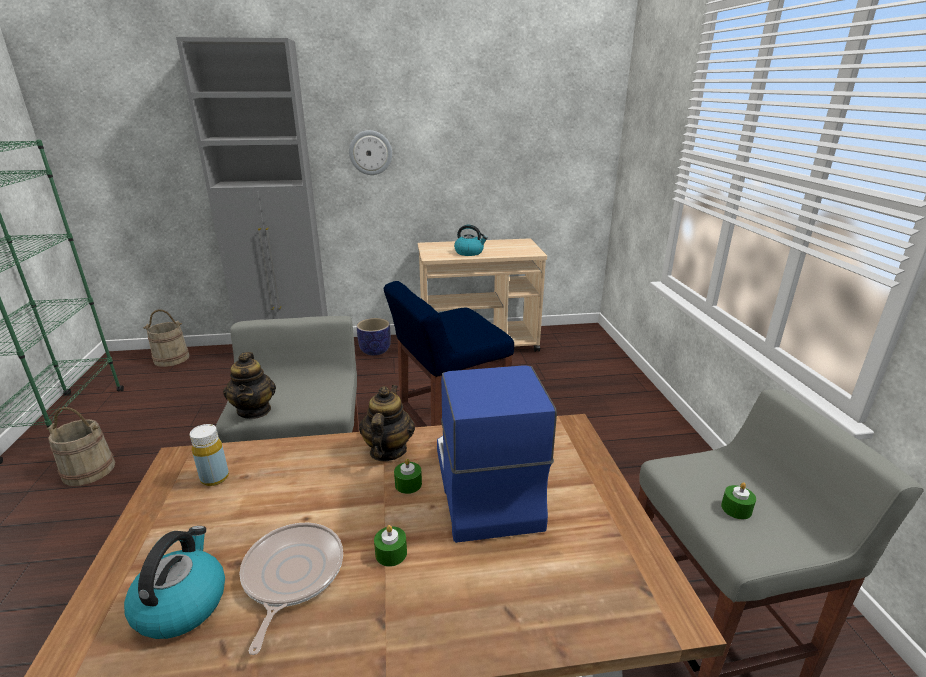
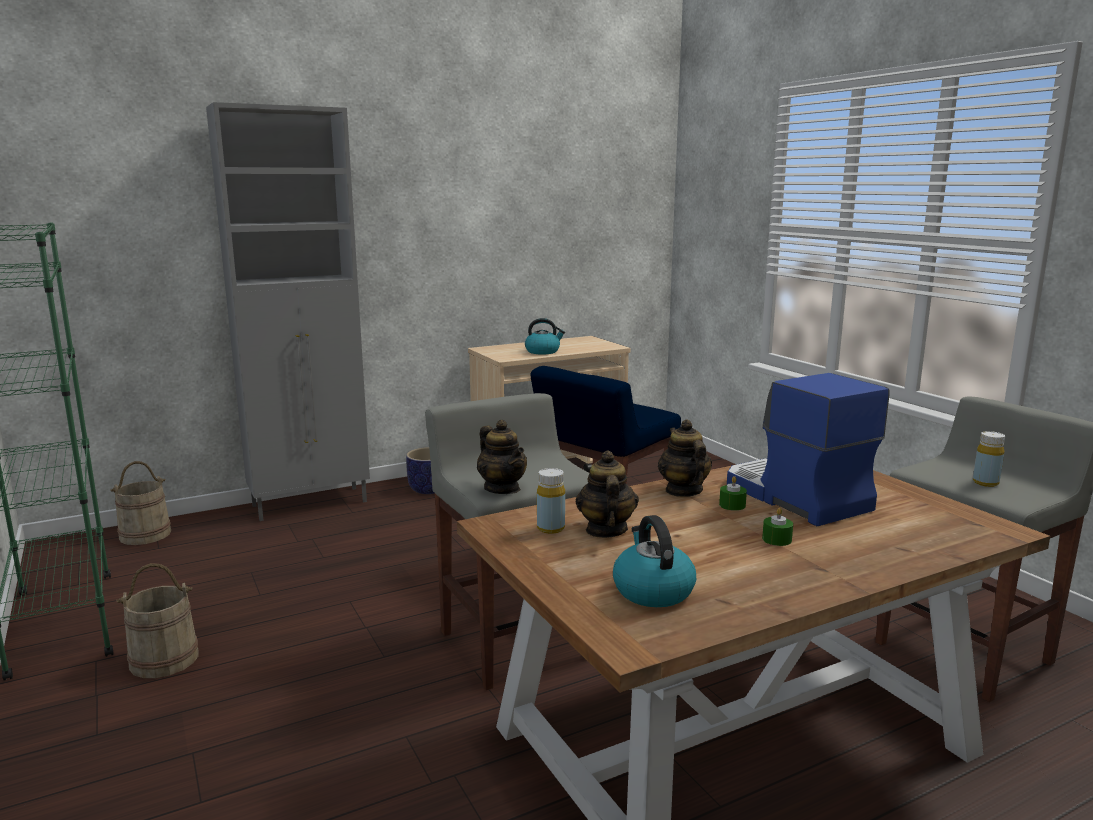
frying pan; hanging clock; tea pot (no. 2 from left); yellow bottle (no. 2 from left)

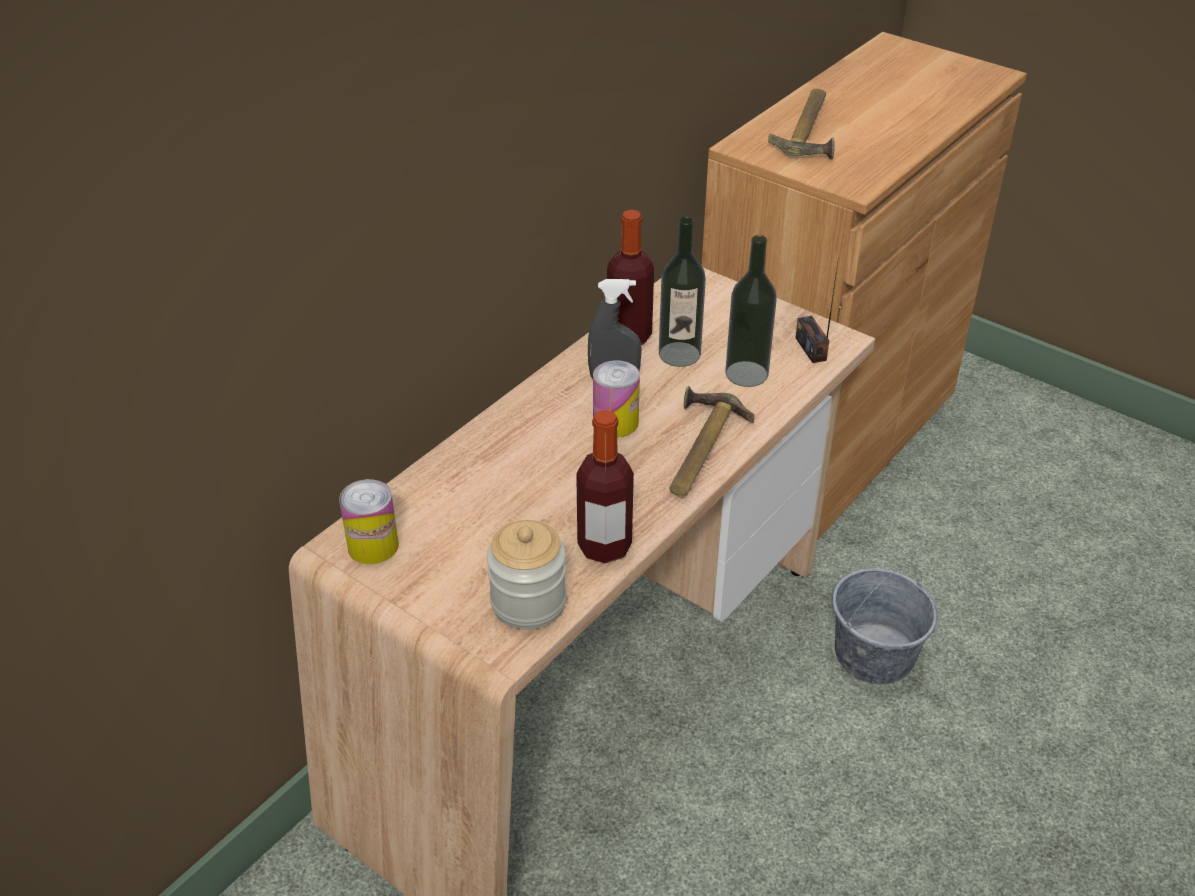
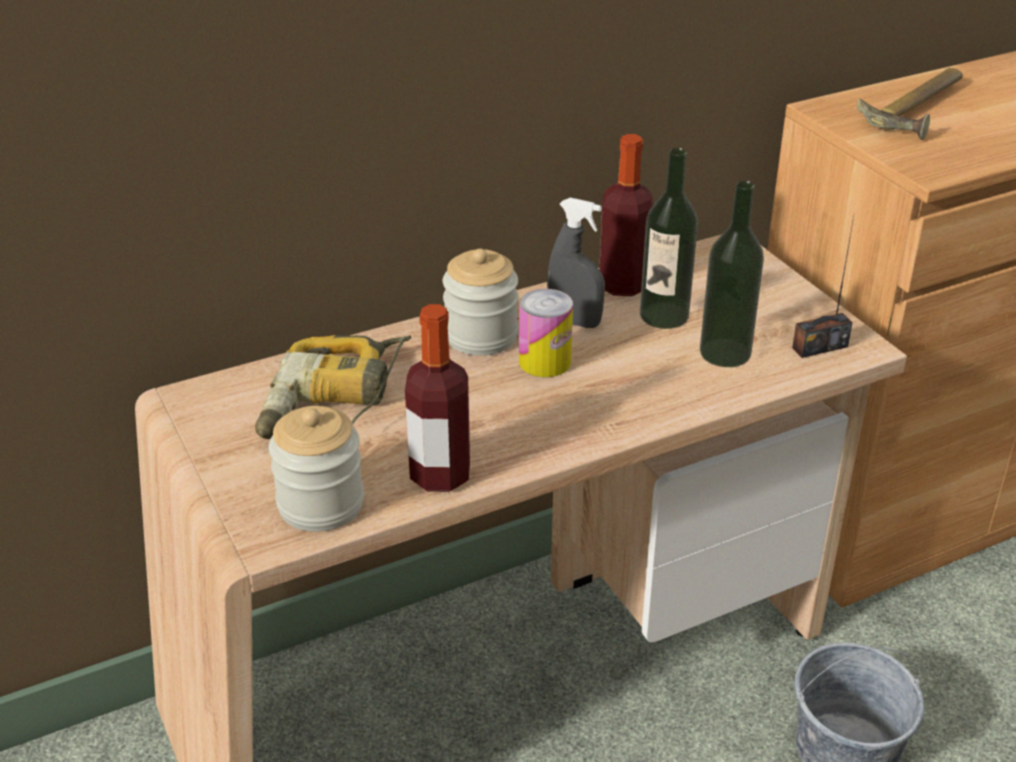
metal can (no. 1 from left in the first image); tool hammer (no. 1 from left in the first image); drill; preserve jar (no. 2 from left); radio receiver

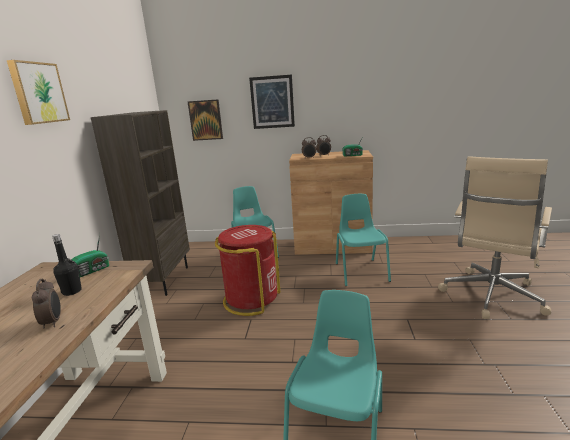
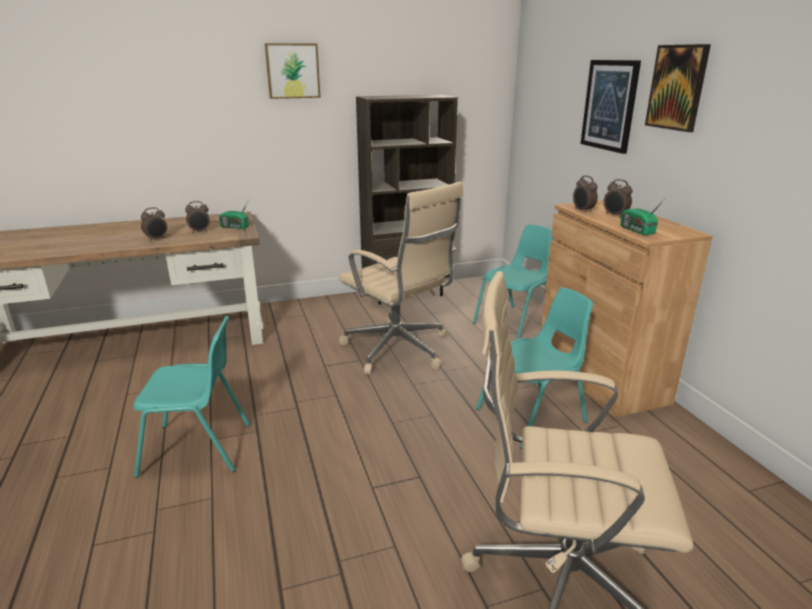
wall picture (no. 3 from left); bedside clock (no. 2 from left); beige-coloured computer chair (no. 1 from left)

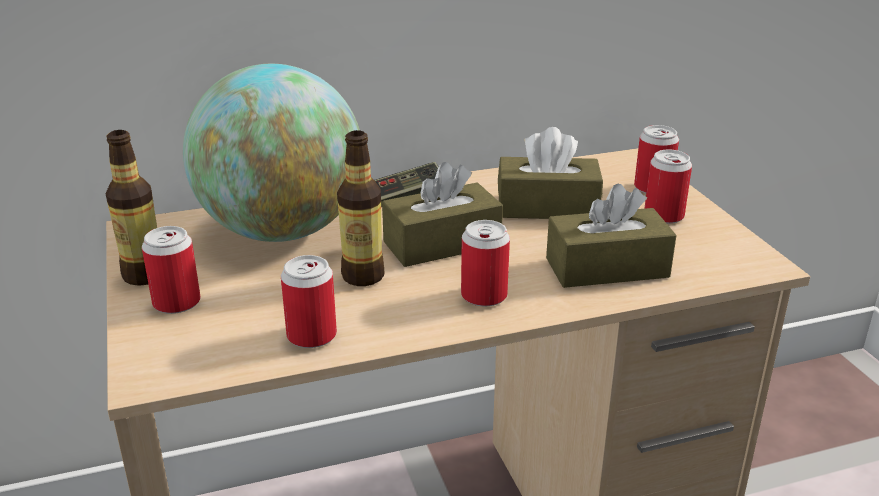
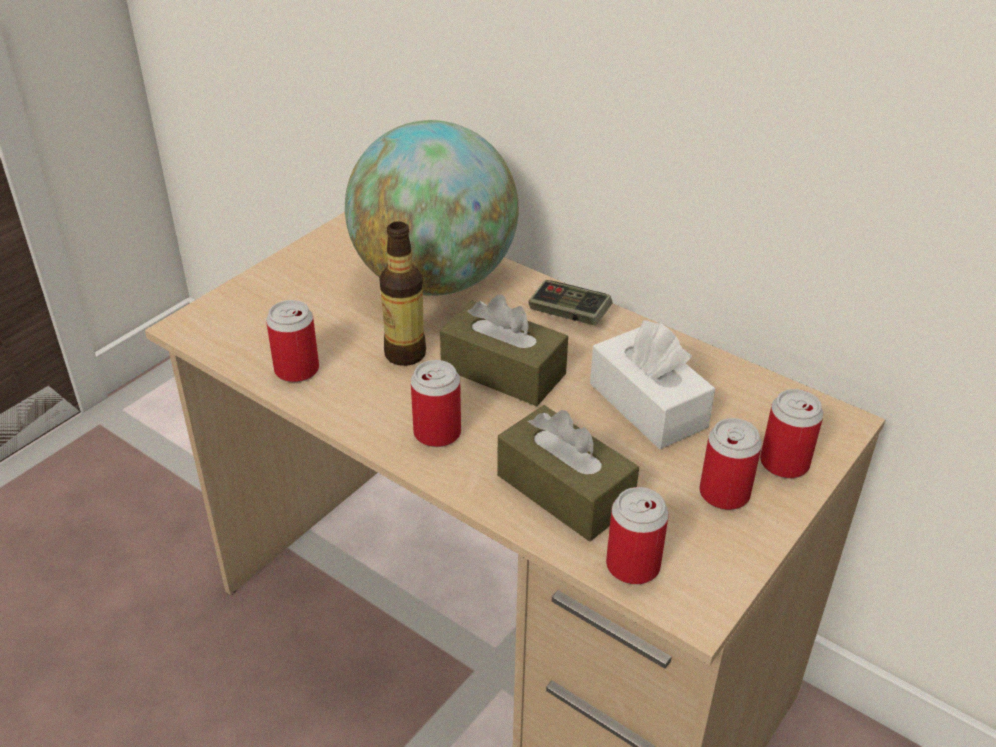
bottle (no. 1 from left in the first image); metal can (no. 3 from left); whitish tissue box

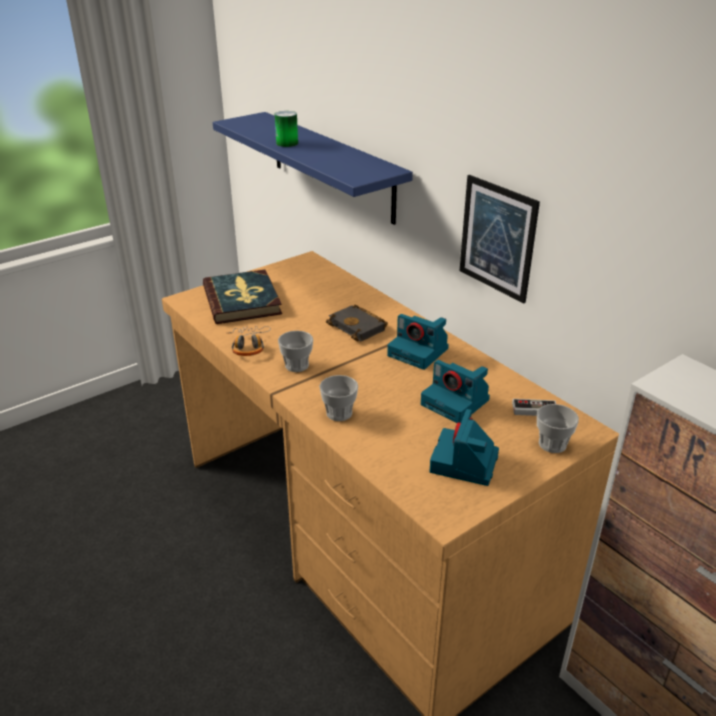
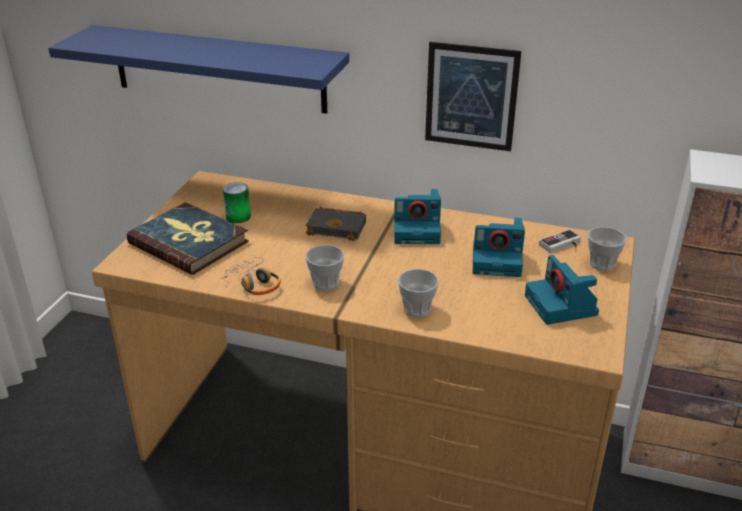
metal can

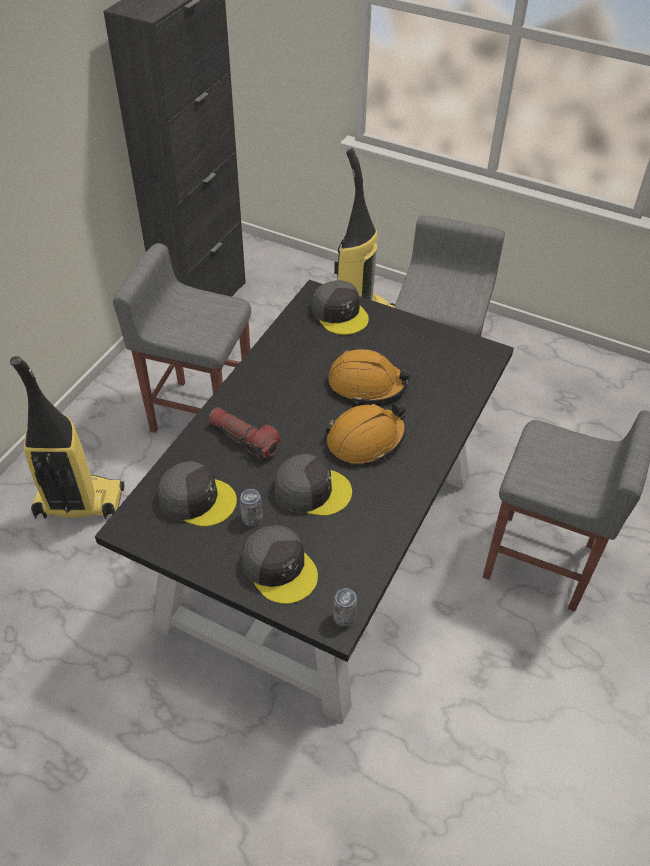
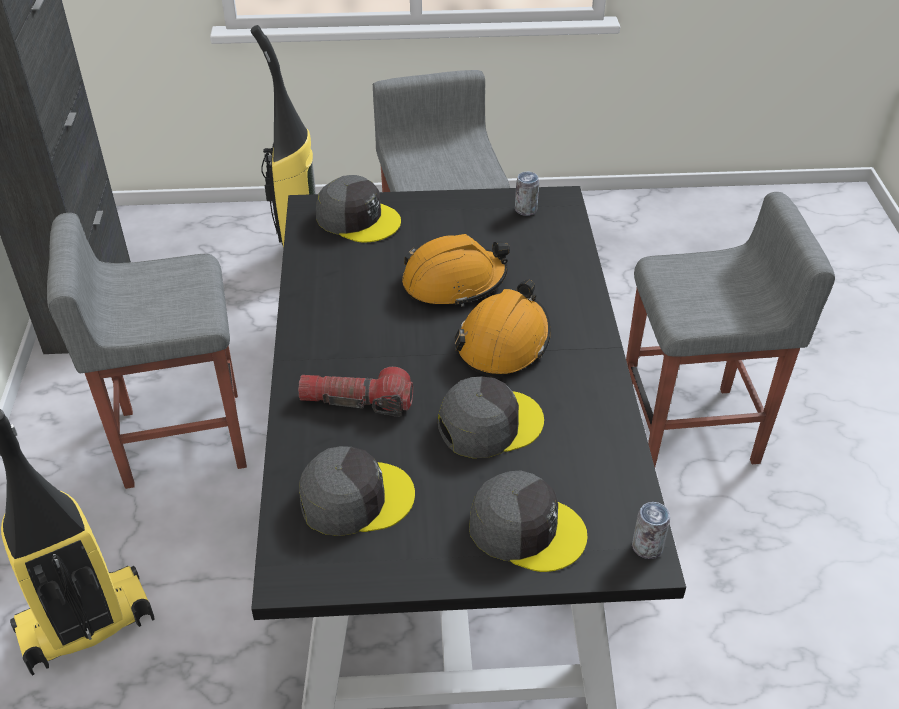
metal can (no. 1 from left)

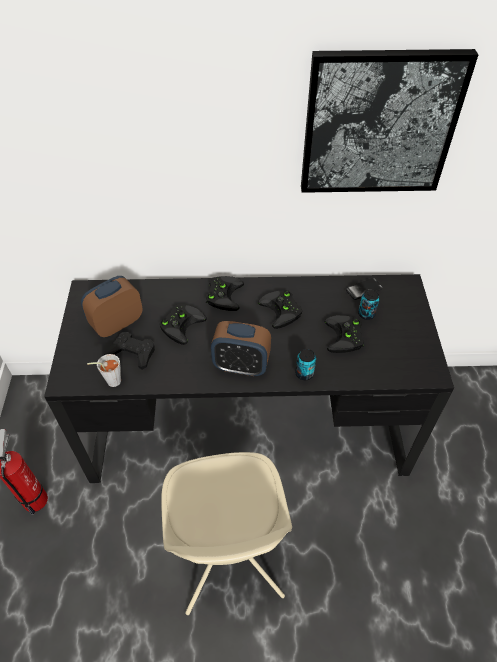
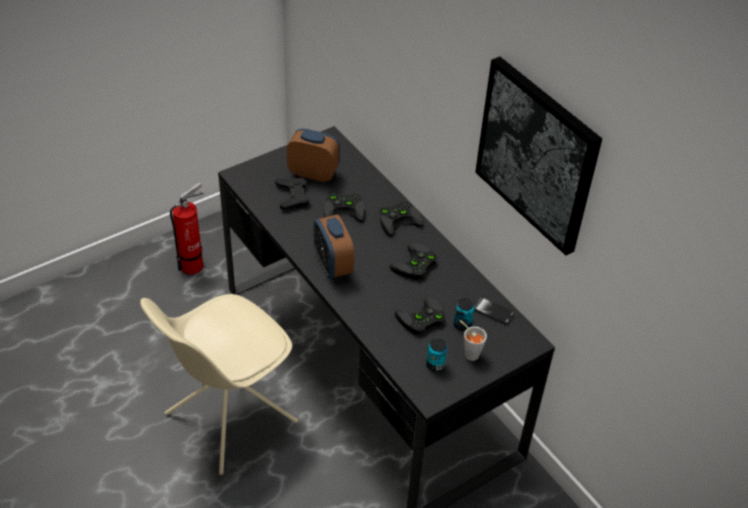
greyish cup; metal can (no. 1 from left)

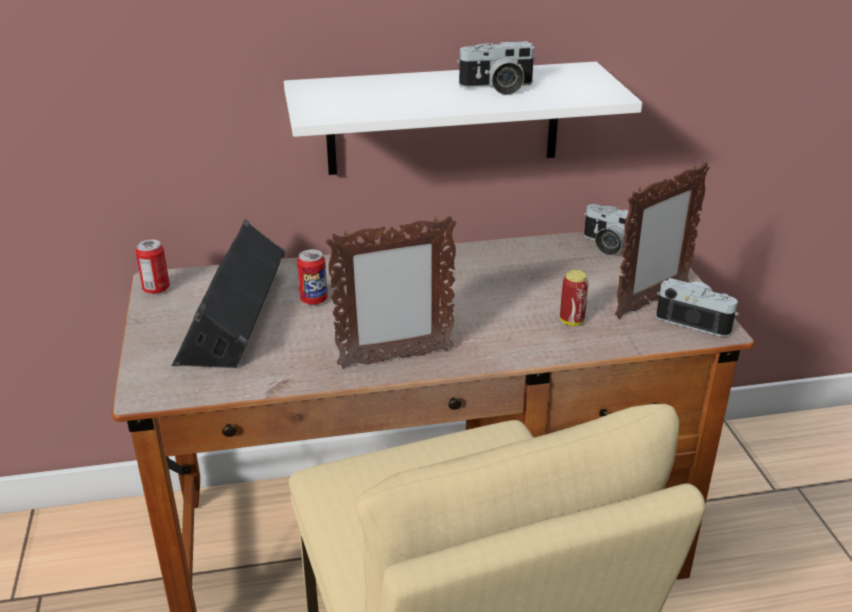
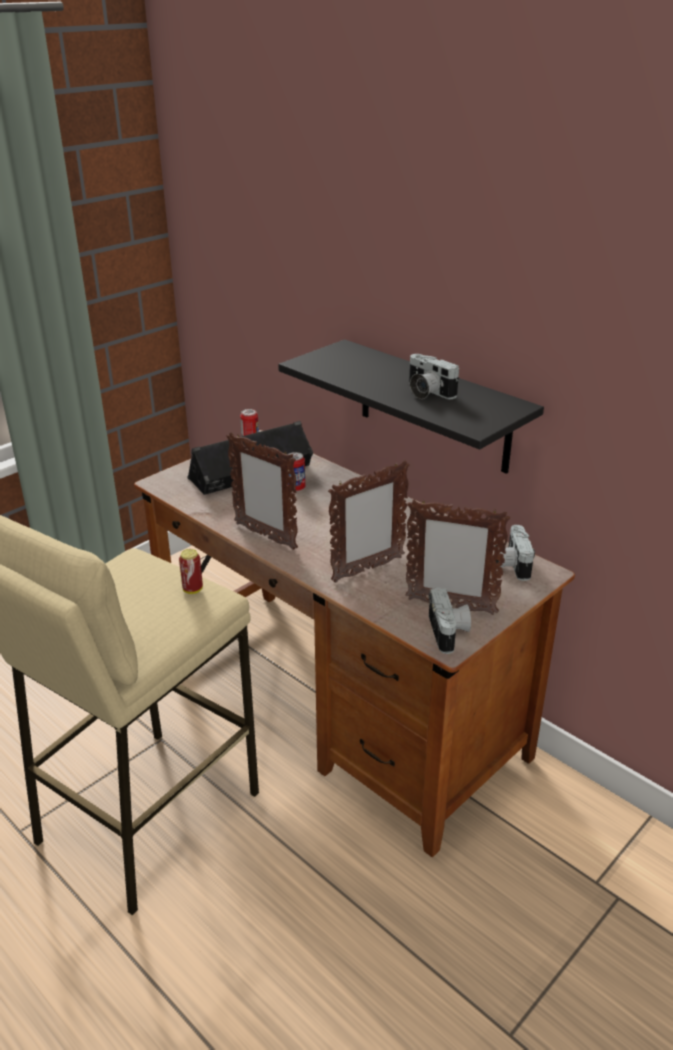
standing frame (no. 2 from left); metal can (no. 1 from left); black bracket shelf

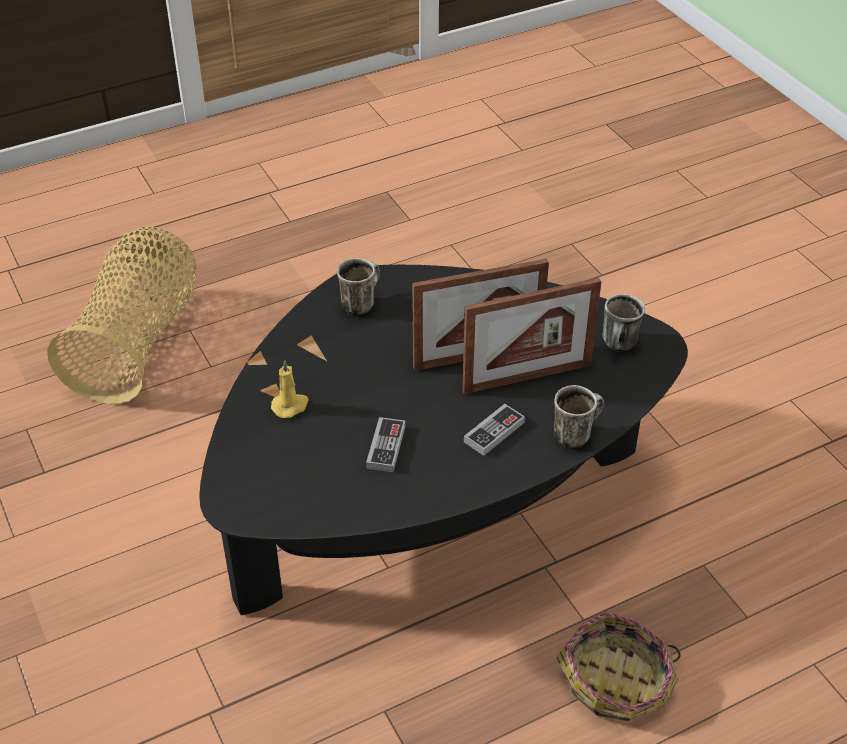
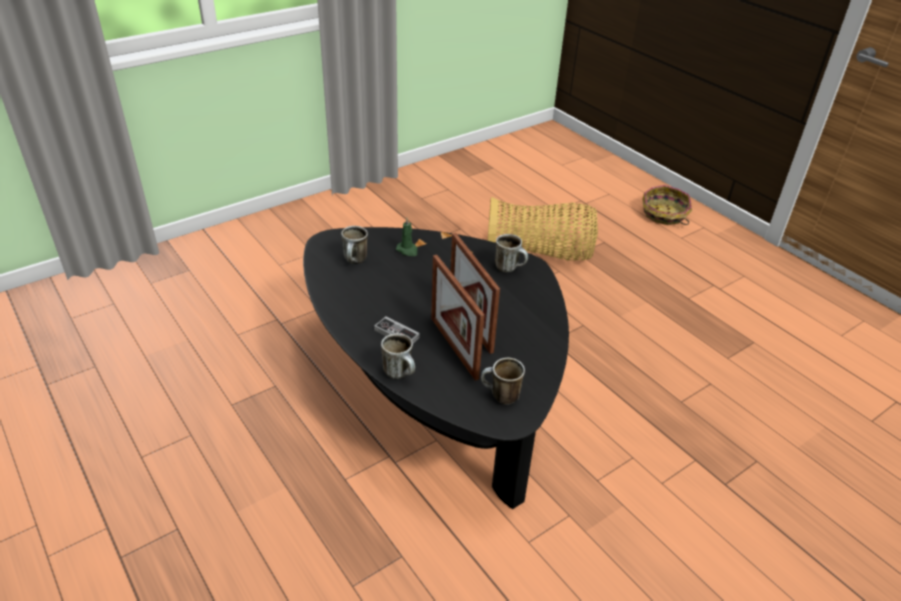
gamepad (no. 1 from left in the first image); tea mug (no. 1 from left); storage basket (no. 2 from left); green candle

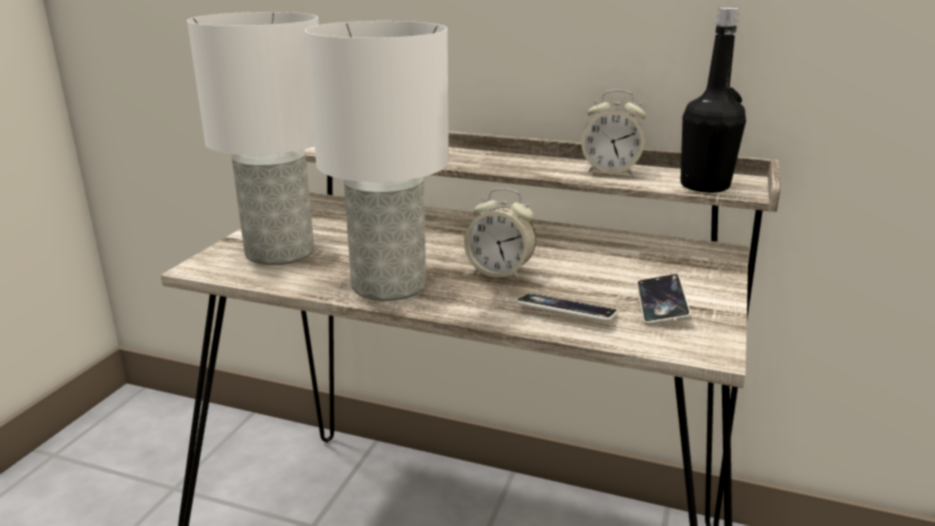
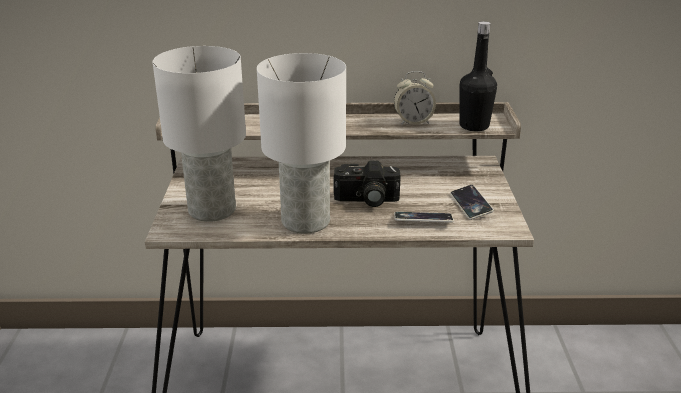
still camera

